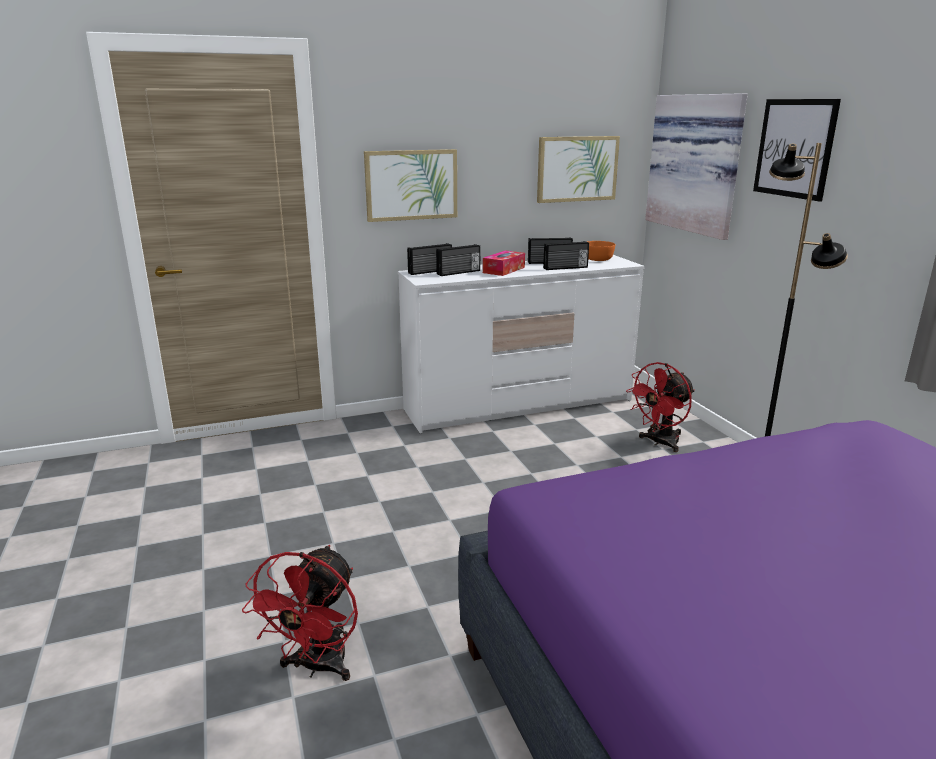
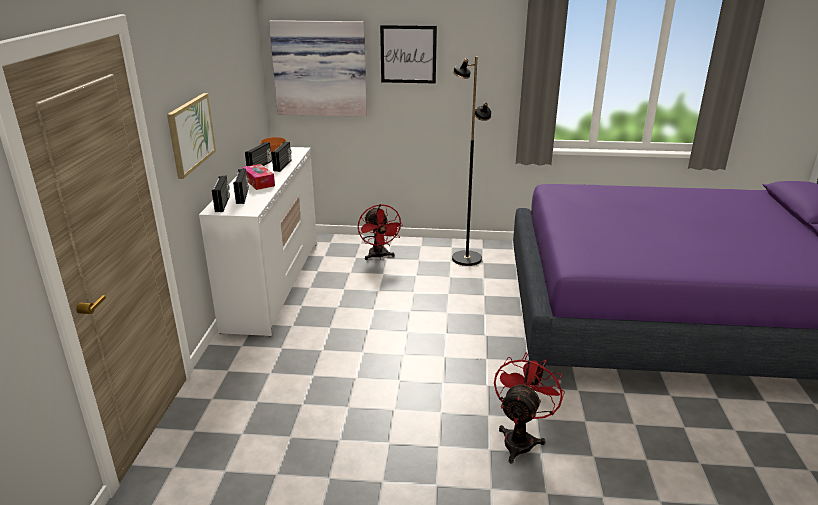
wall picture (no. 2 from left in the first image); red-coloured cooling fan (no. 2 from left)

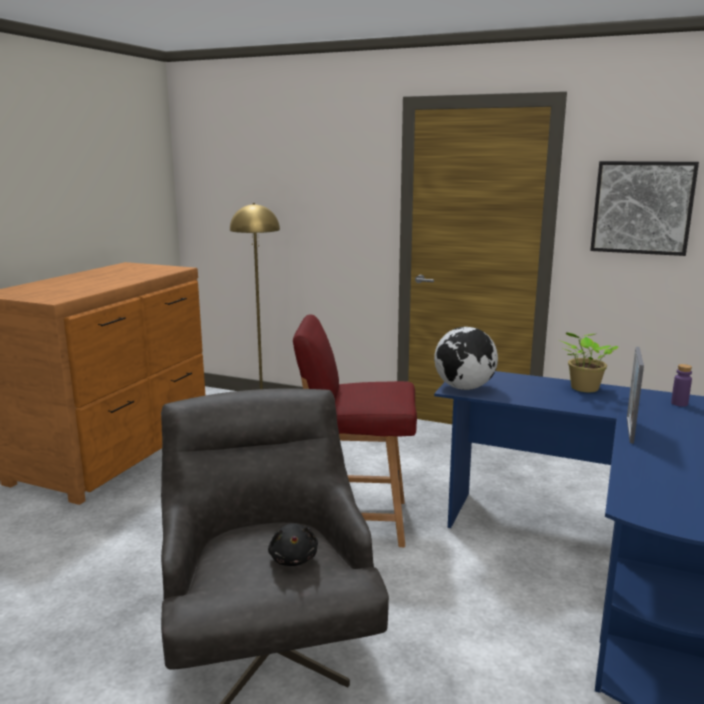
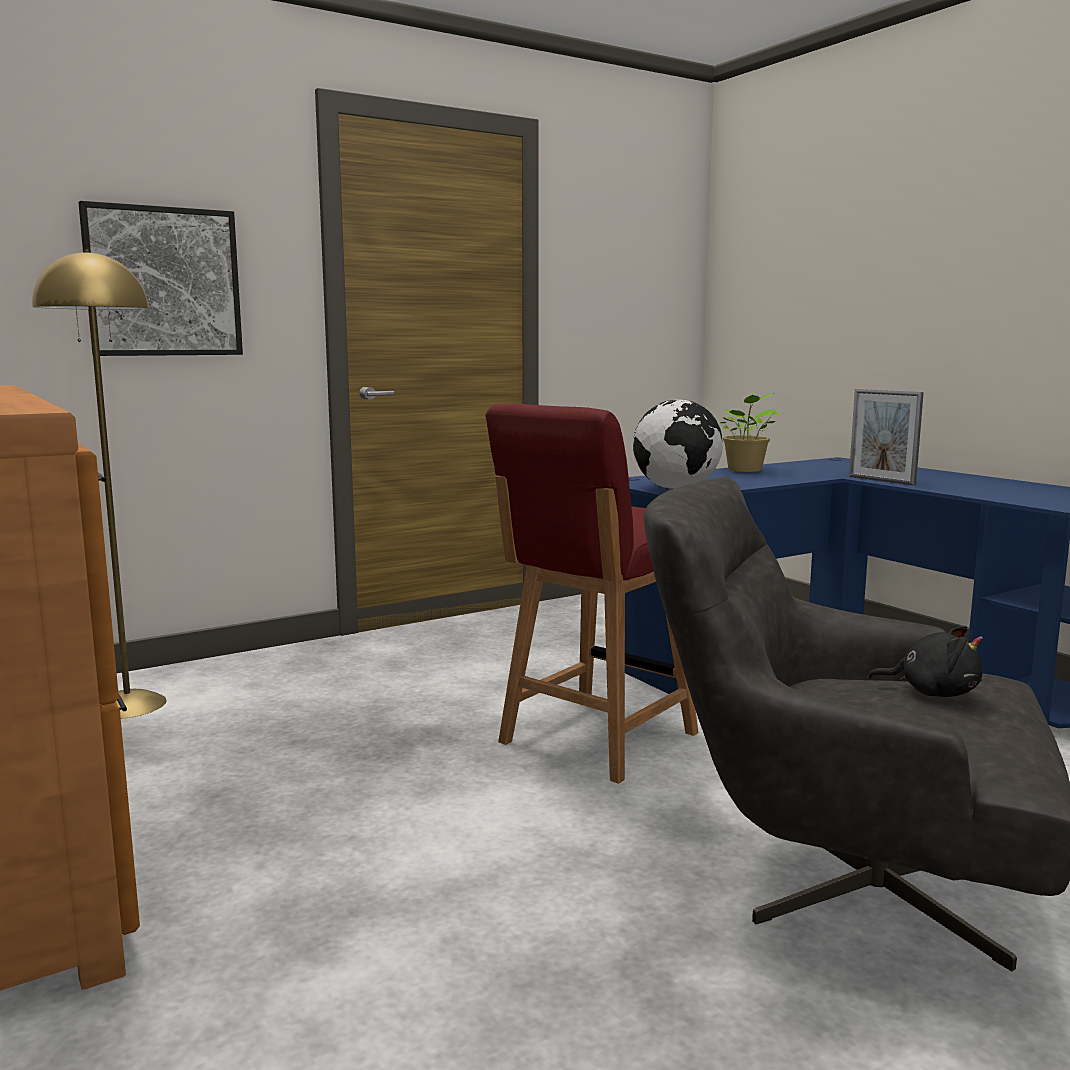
purplish bottle; wall picture

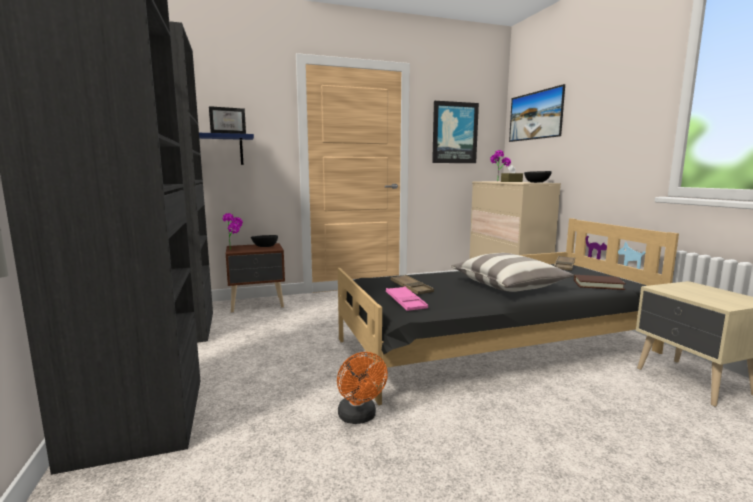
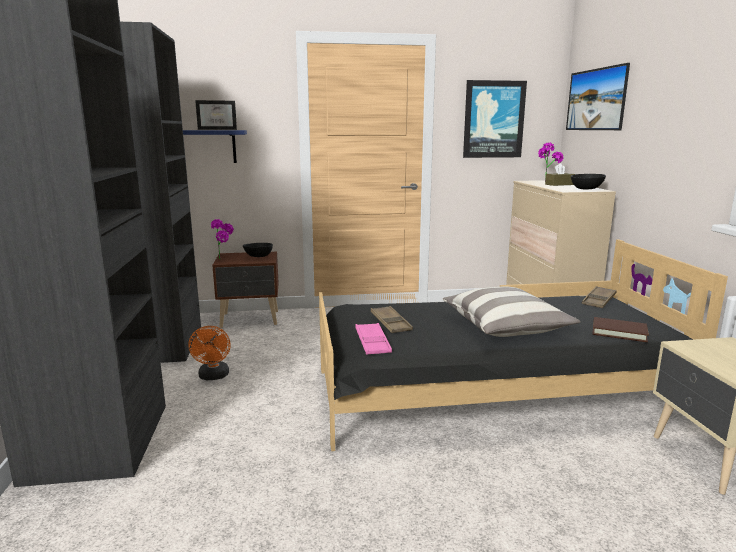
orangey cooling fan

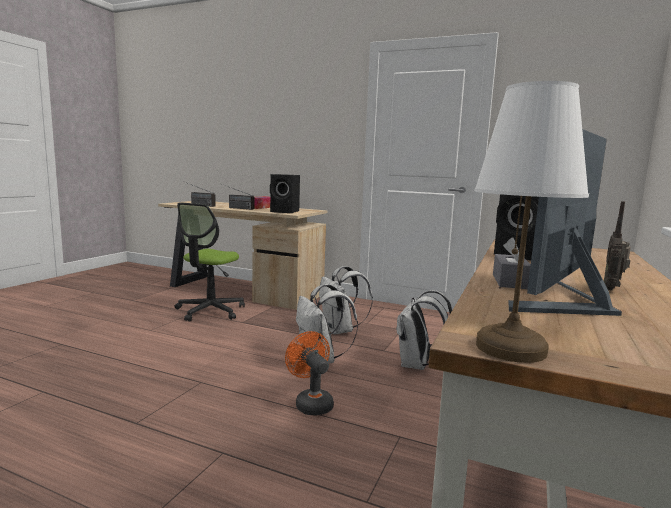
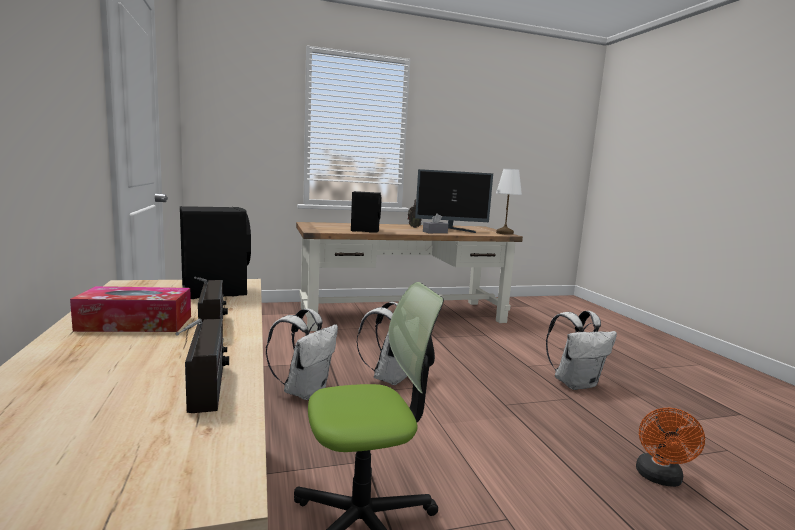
orangey cooling fan; whitish rucksack (no. 3 from left)

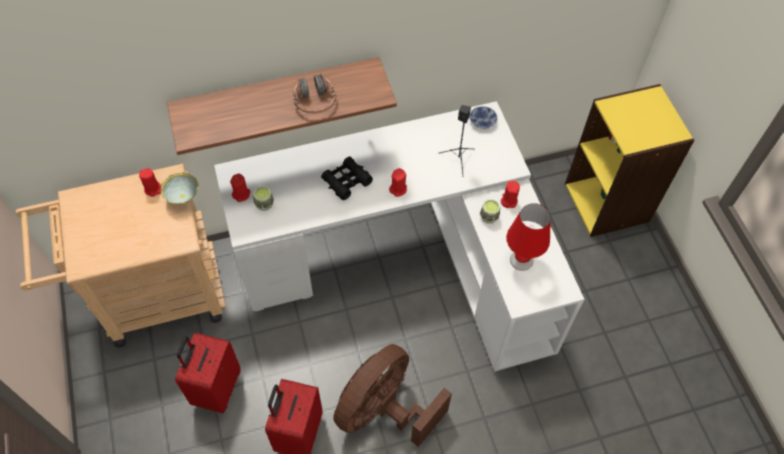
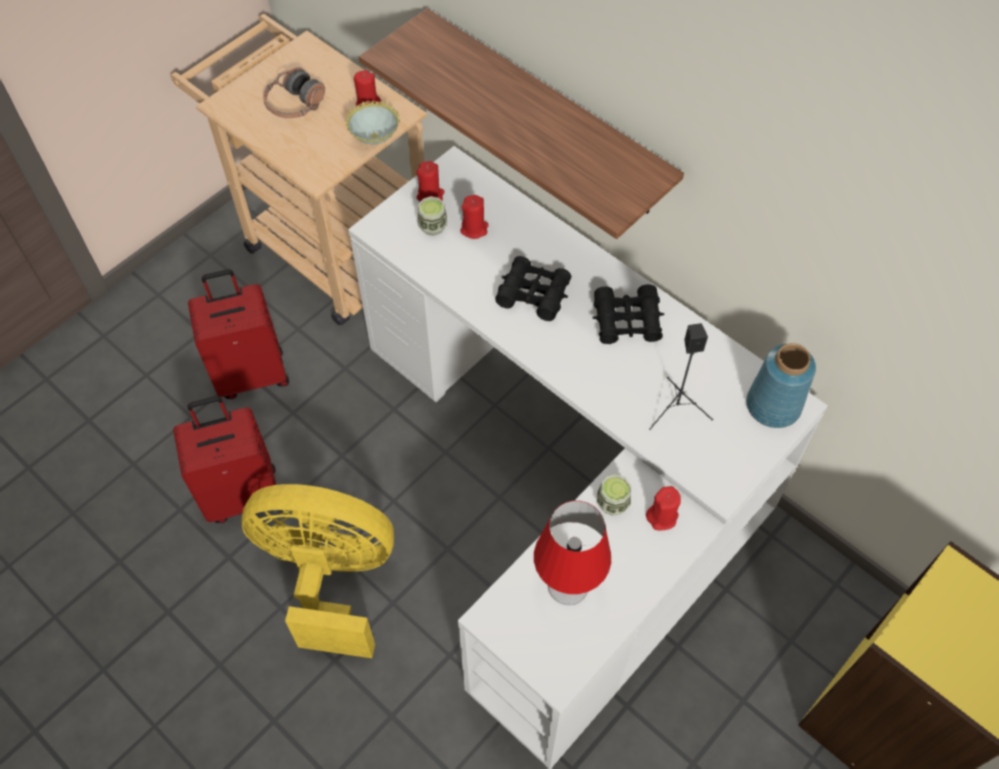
black binoculars (no. 2 from left); pair of headphones; red-coloured candle (no. 3 from left); blue decorative vase; yellow cooling fan

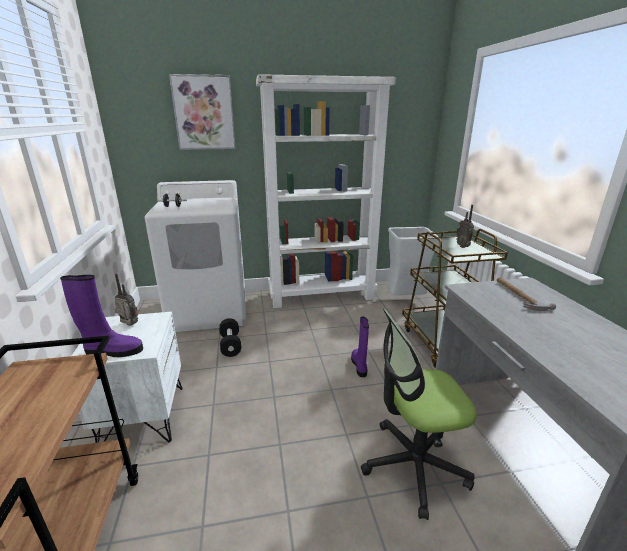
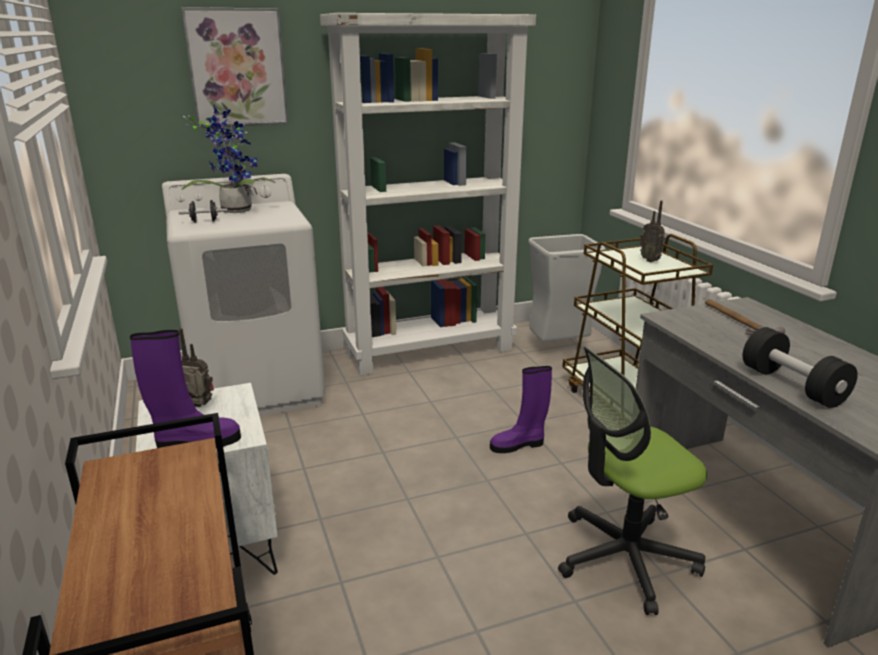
potted plant; black hand weight (no. 2 from left); purplish tall boot (no. 2 from left)

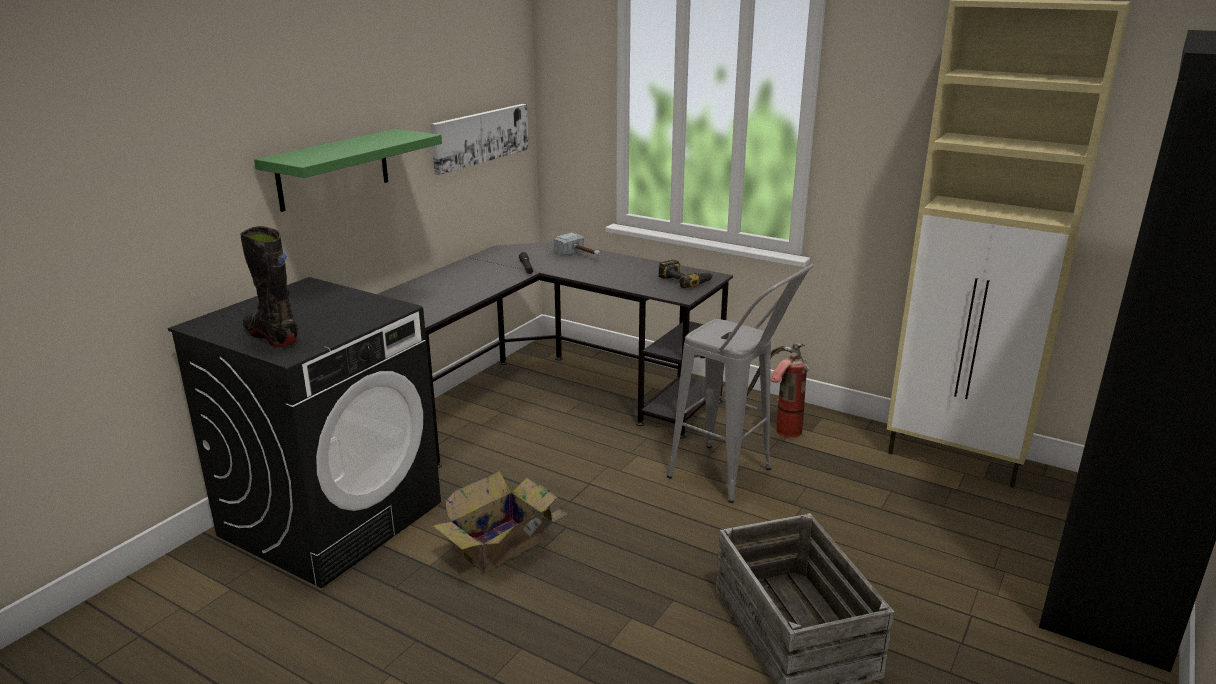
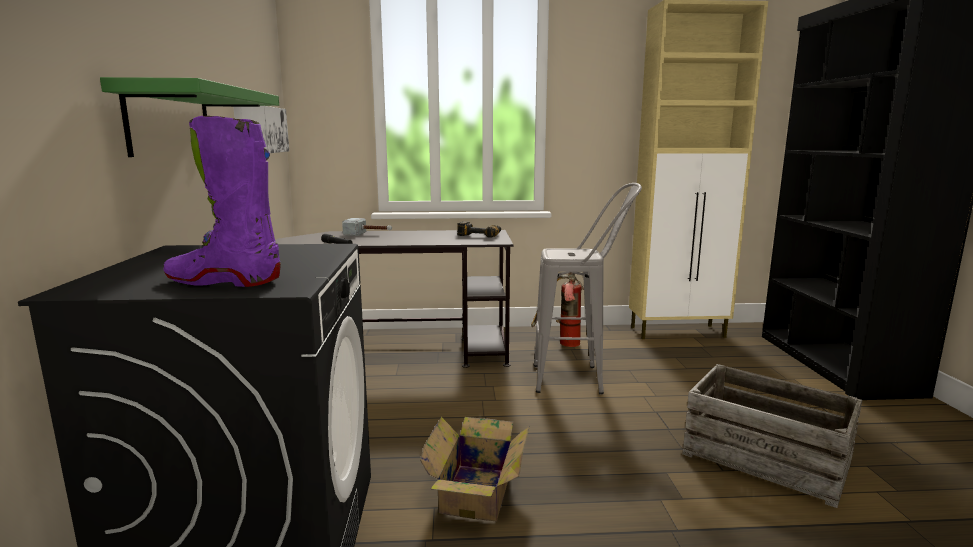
purplish tall boot

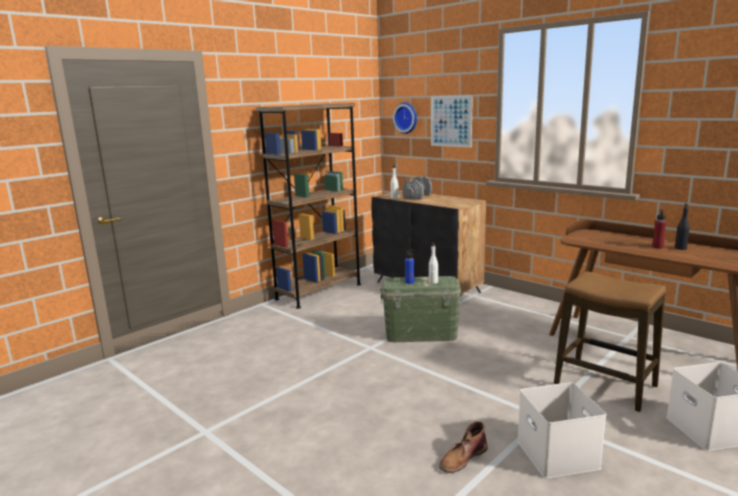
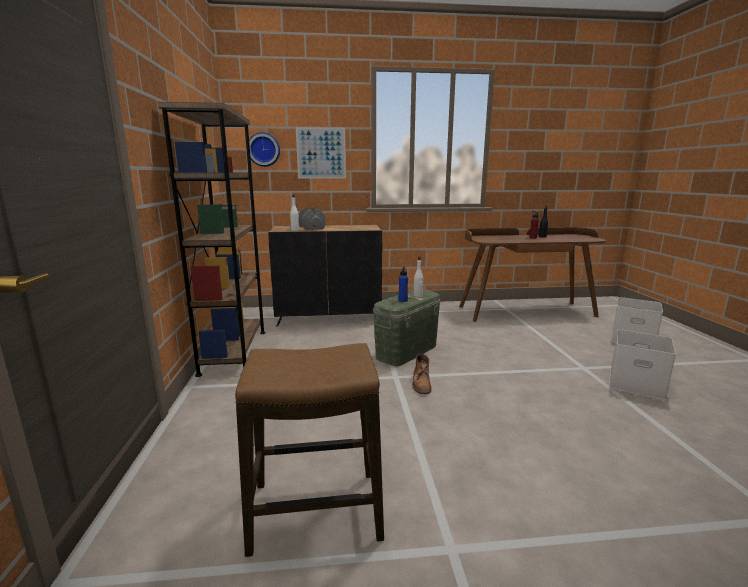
brown tall boot; sitting stool

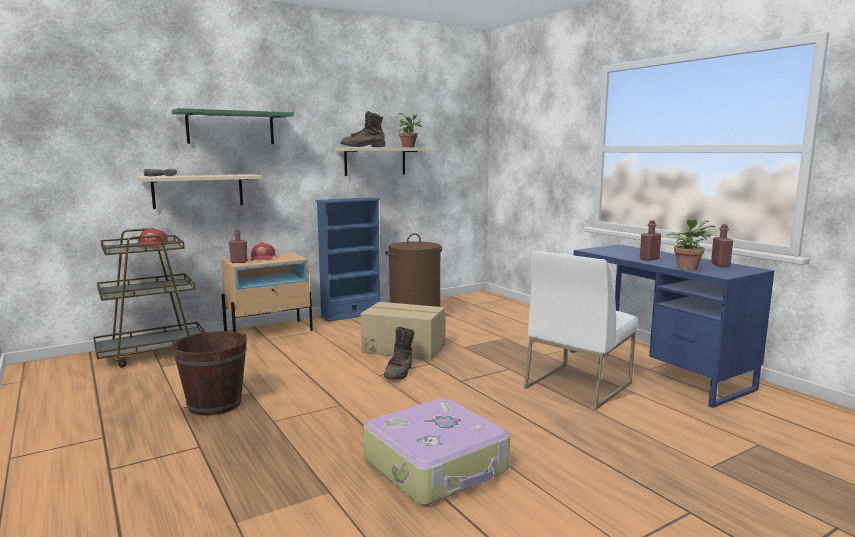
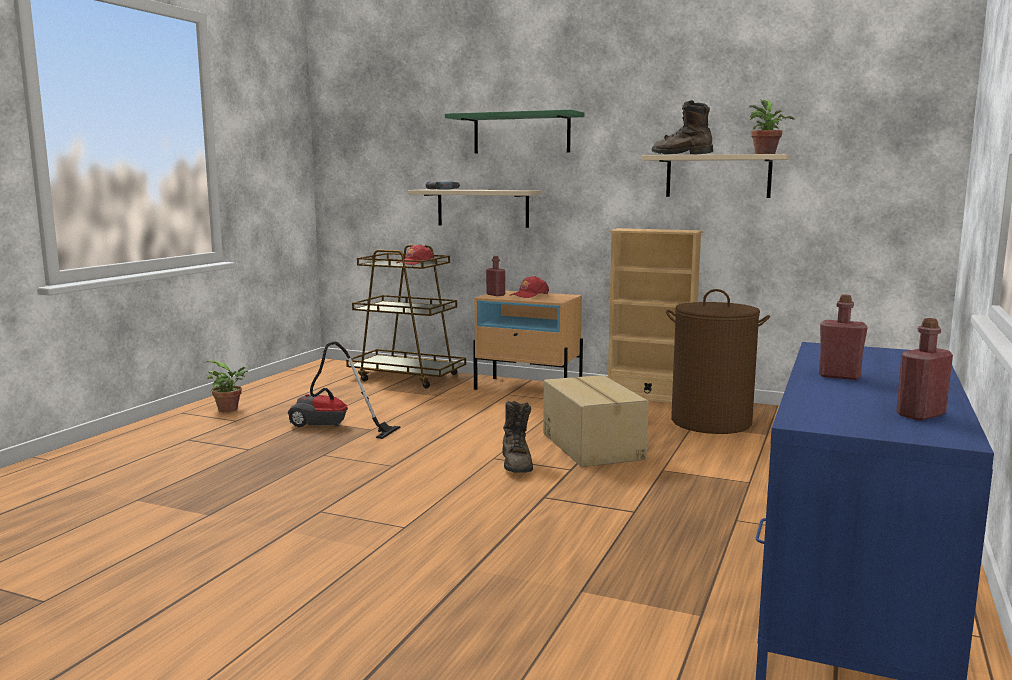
suitcase; whitish upright chair; potted plant (no. 1 from left); vacuum cleaner; beige-coloured shelving unit; brown tall boot (no. 1 from left)

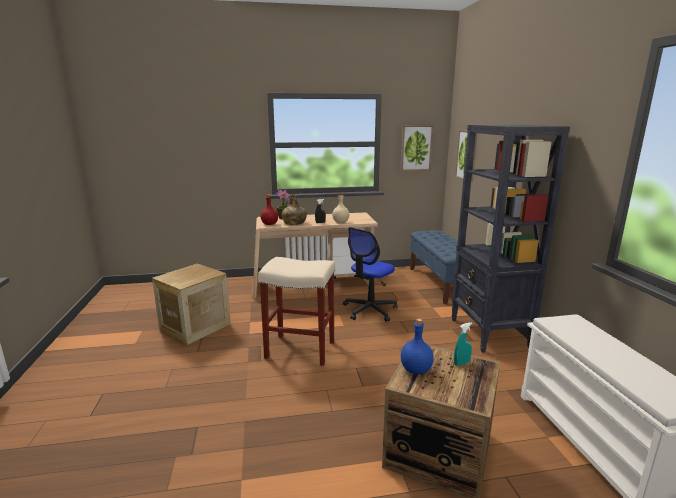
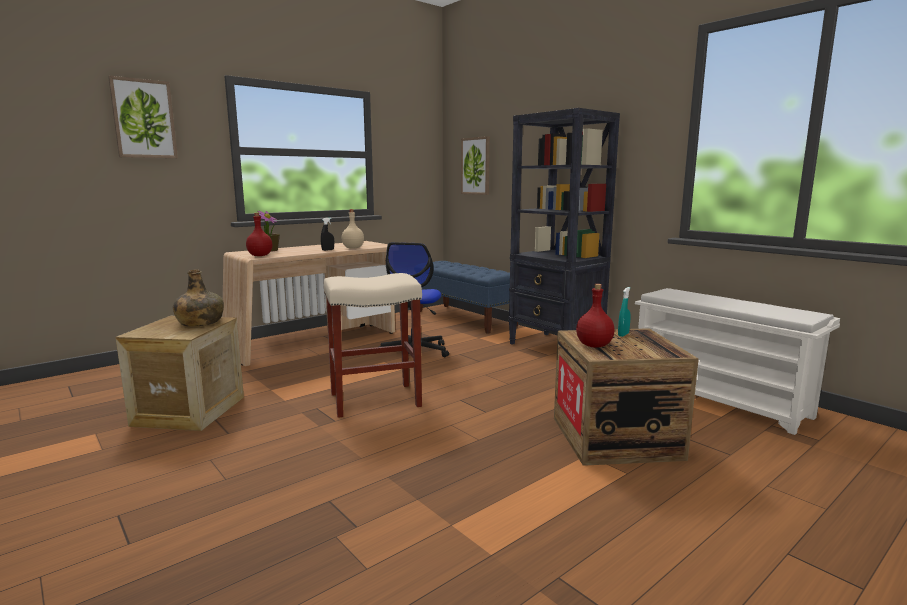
green bottle; wall picture (no. 1 from left); red-coloured bottle (no. 2 from left)

